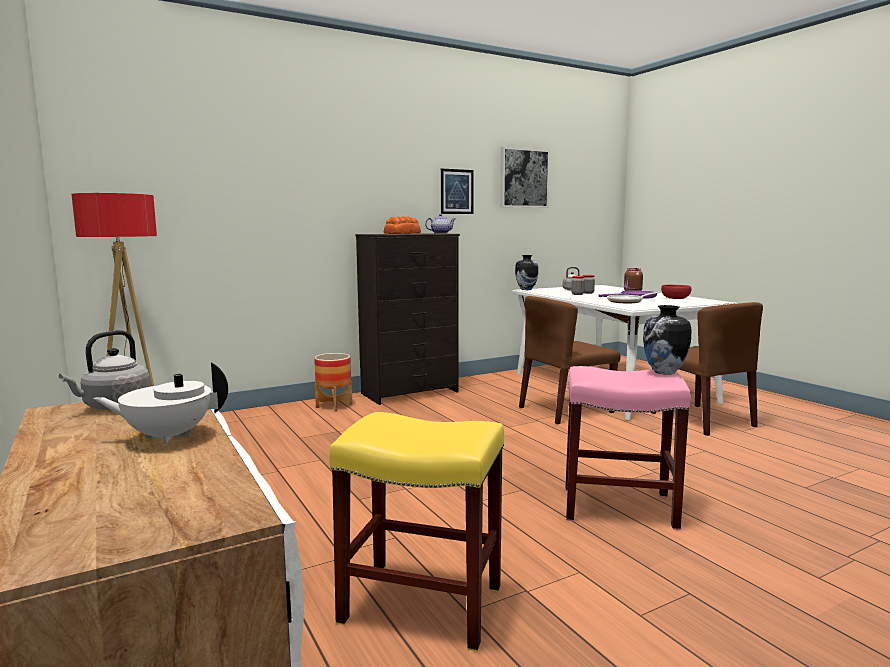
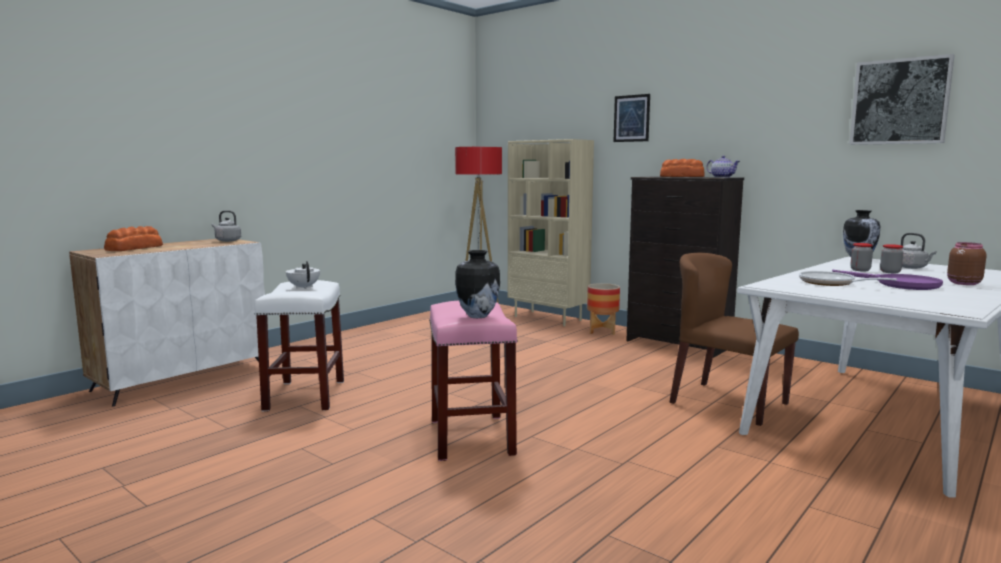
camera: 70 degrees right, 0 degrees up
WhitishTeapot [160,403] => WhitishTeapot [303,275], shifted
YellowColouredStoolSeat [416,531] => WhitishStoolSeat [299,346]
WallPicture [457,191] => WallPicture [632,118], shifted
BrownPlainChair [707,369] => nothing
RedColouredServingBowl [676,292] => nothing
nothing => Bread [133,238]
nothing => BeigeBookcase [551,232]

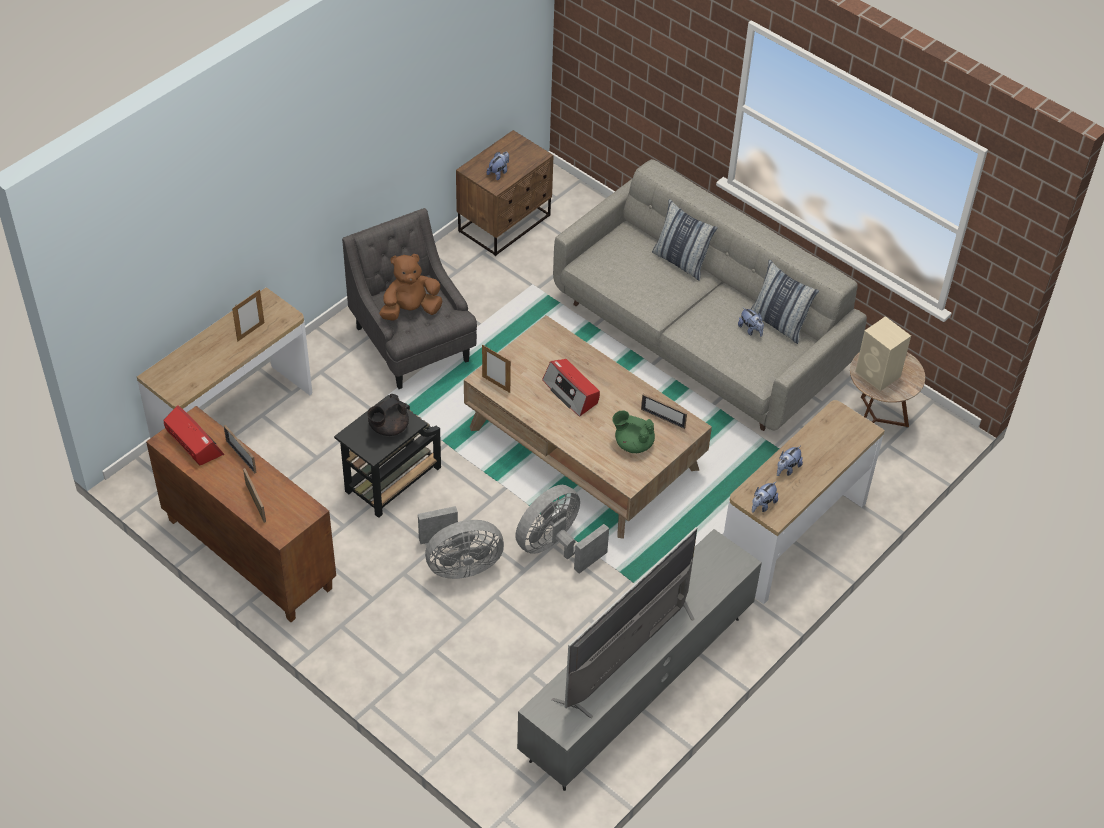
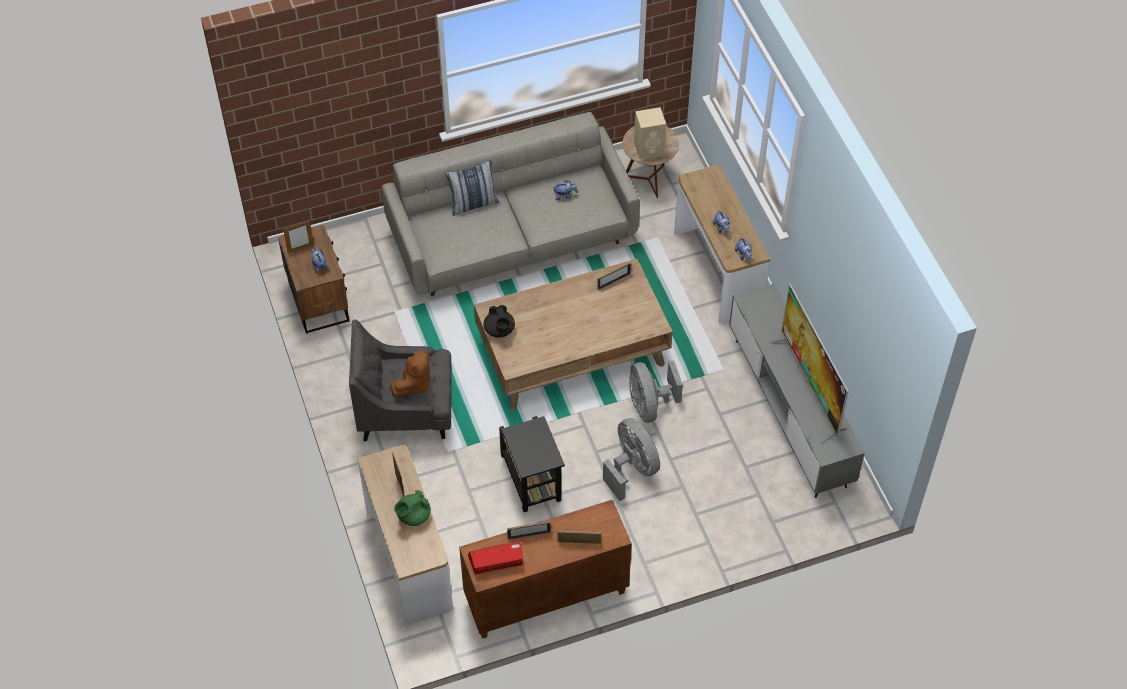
camera: 60 degrees left, 5 degrees up
BlackishTeapot [388,415] => BlackishTeapot [499,321], shifted
BrownPlushToy [410,287] => BrownPlushToy [411,374], 150 degrees counterclockwise
GrayElectricFan [461,542] => GrayElectricFan [631,459], 45 degrees counterclockwise
PictureFrame [496,369] => PictureFrame [298,237], shifted
RadioSet [571,388] => nothing
GreenColouredTeapot [633,431] => GreenColouredTeapot [412,508], shifted
Pillow [784,301] => nothing

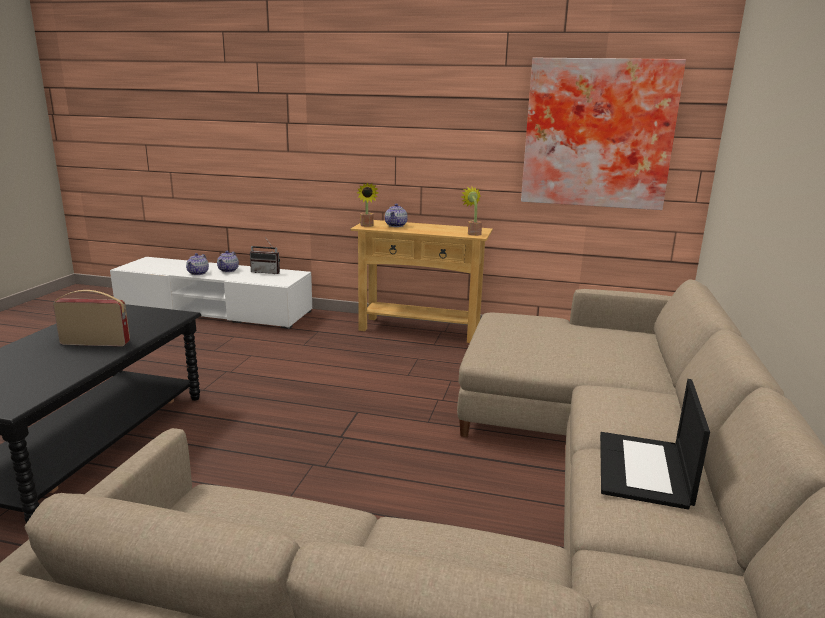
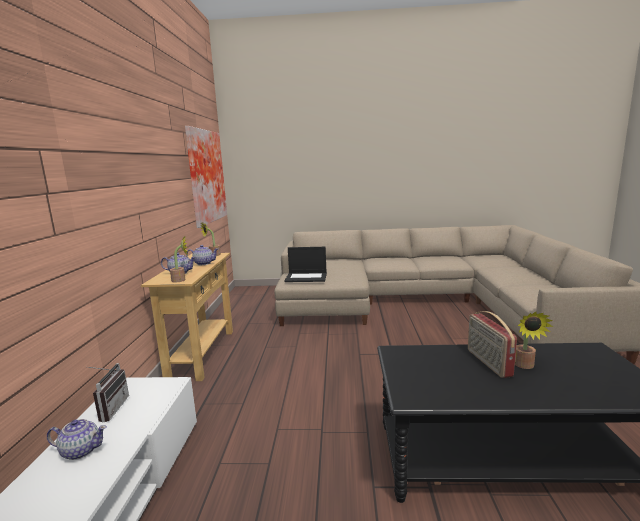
camera: 100 degrees left, 5 degrees down
Teapot [197,264] => Teapot [202,255], shifted
PortableComputer [655,444] => PortableComputer [305,264], shifted
nothing => PlantInAPot [534,340]

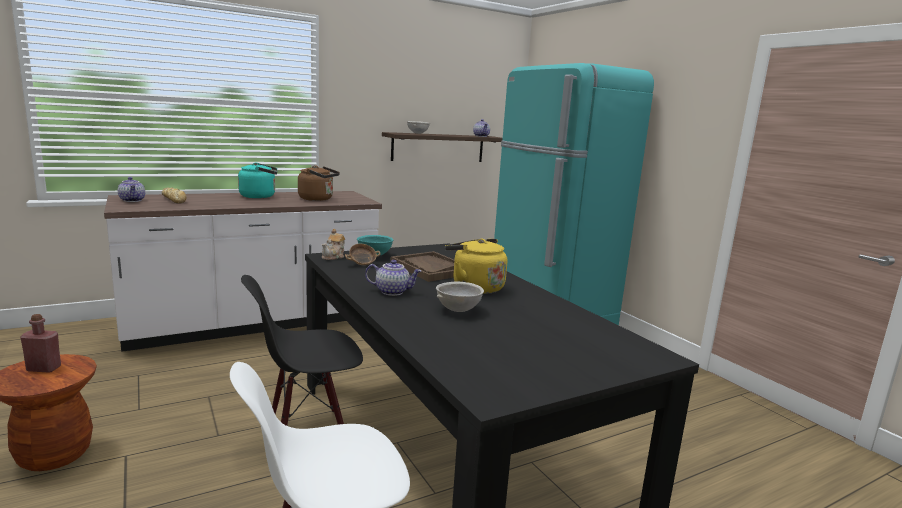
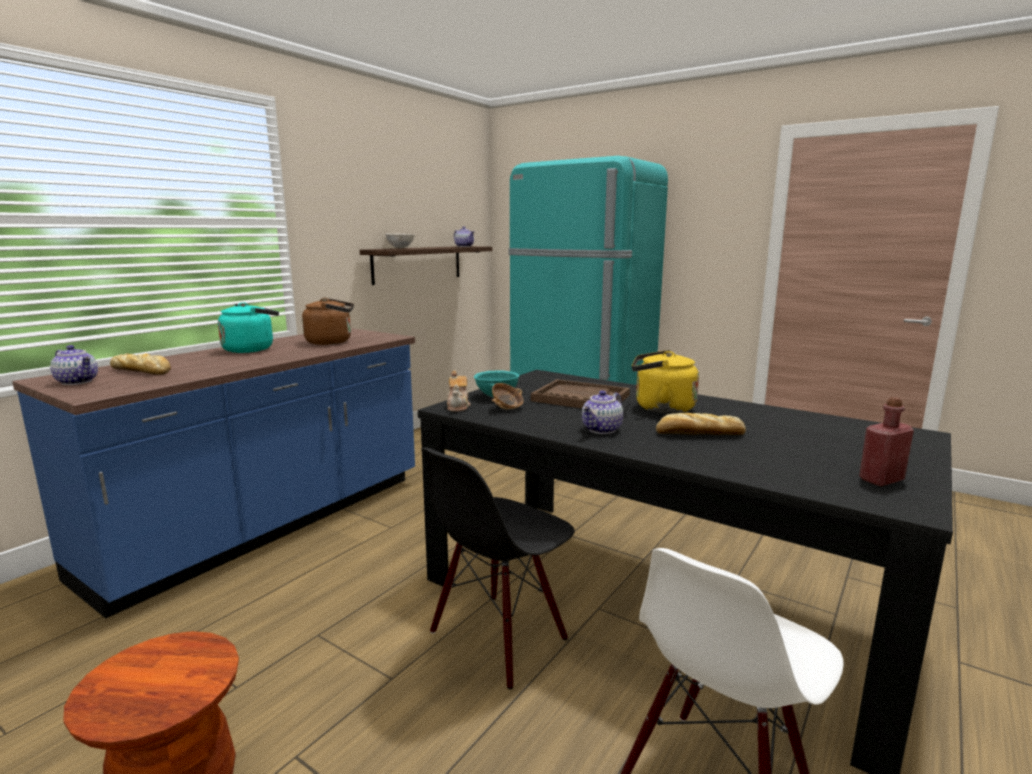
camera: 25 degrees left, 0 degrees up
RedColouredBeverageBottle [40,343] => RedColouredBeverageBottle [886,441], shifted
WhitishKitchenBaseUnit [243,271] => BluishKitchenBaseUnit [213,473]
Teapot [393,278] => Teapot [602,412], 150 degrees clockwise
GrayServingBowl [460,297] => Bread [701,424]

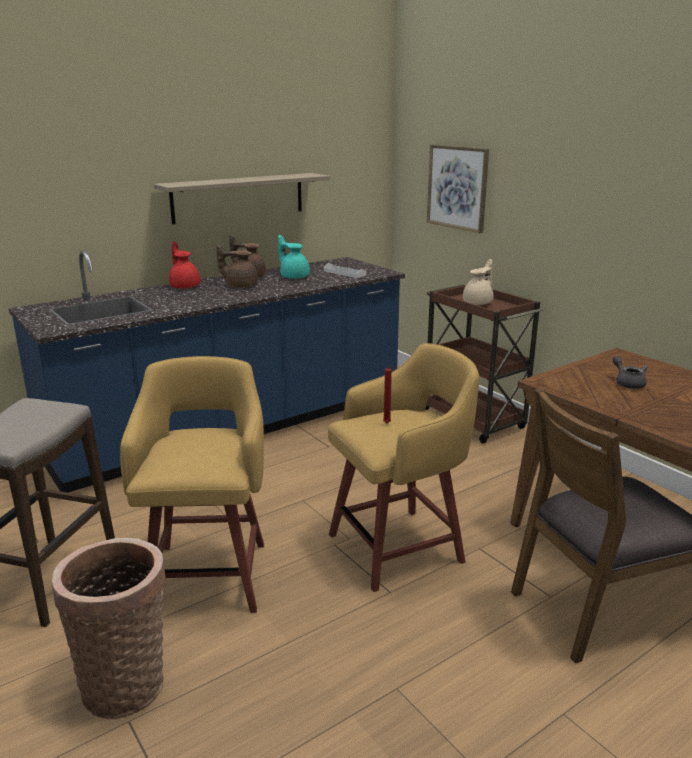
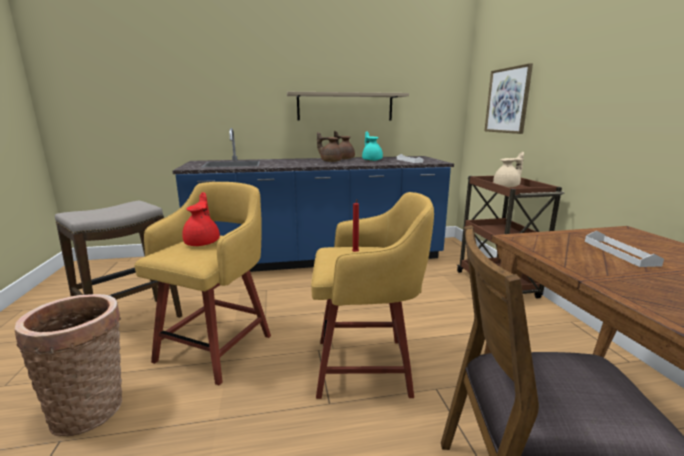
camera: 25 degrees right, 5 degrees down
RedColouredTeapot [185,265] => RedColouredTeapot [201,219], shifted
GrayTeapot [630,372] => WhitishTray [624,249]

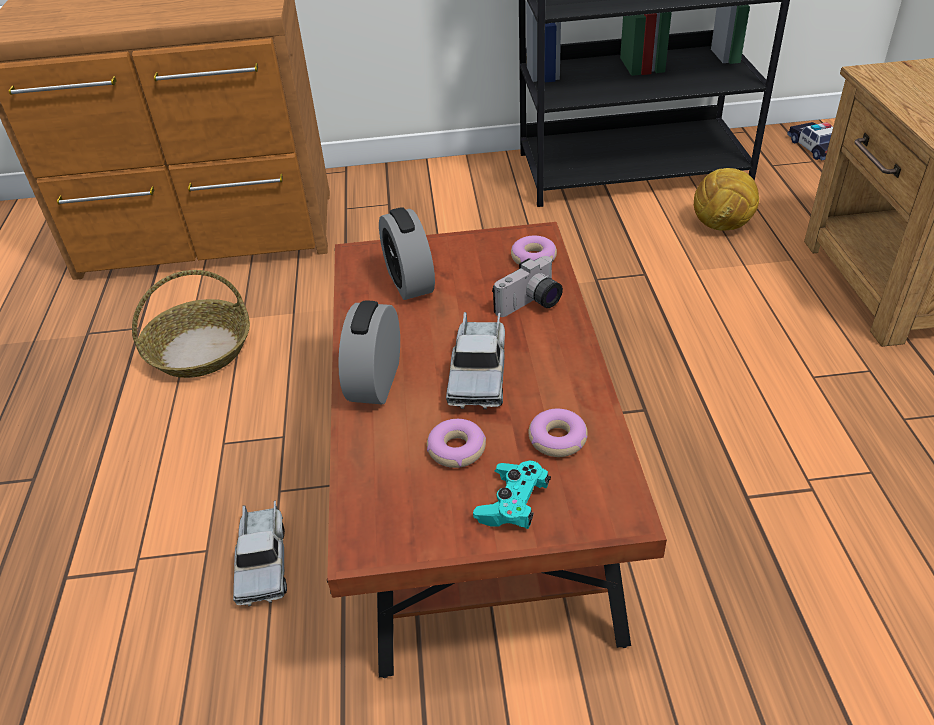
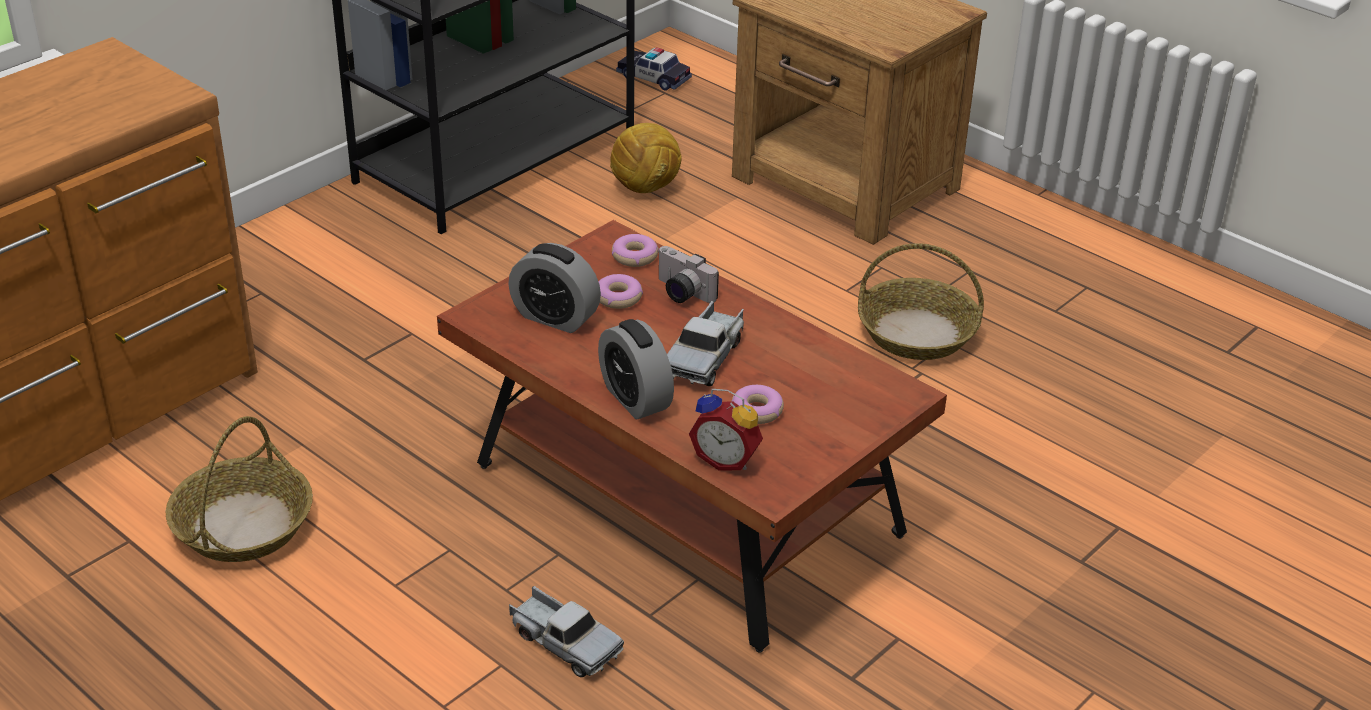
camera: 45 degrees left, 5 degrees down
ToyTruck [475,360] => ToyTruck [705,343], 60 degrees clockwise
TurquoiseColouredGamepad [512,495] => nothing
StillCamera [527,286] => StillCamera [688,274], 120 degrees clockwise
Doughnut [558,433] => Doughnut [620,291], shifted
nothing => BedsideClock [726,430]
nothing => StorageBasket [921,301]

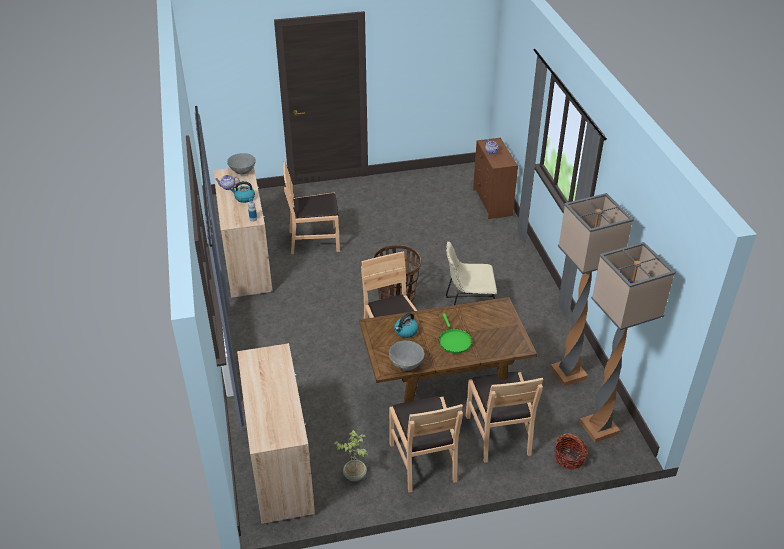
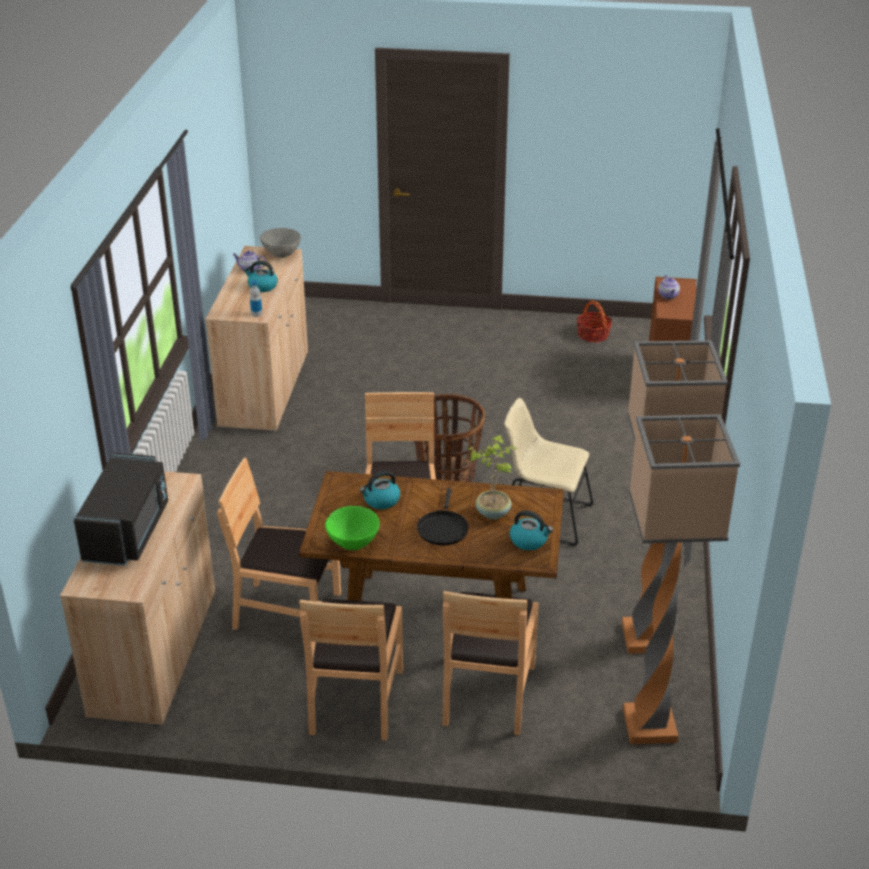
camera: 20 degrees right, 5 degrees down
BrownPlainChair [311,207] => BrownPlainChair [279,544], shifted
PlantInAPot [351,455] => PlantInAPot [492,477], shifted
GrayServingBowl [406,356] => GreenColouredServingBowl [352,528]
GreenColouredFryingPan [455,333] => BlackishFryingPan [443,517]
StorageBasket [571,451] => StorageBasket [594,321], shifted
nothing => BlackishKitchenMicrowave [121,509]
nothing => TeaKettle [531,530]

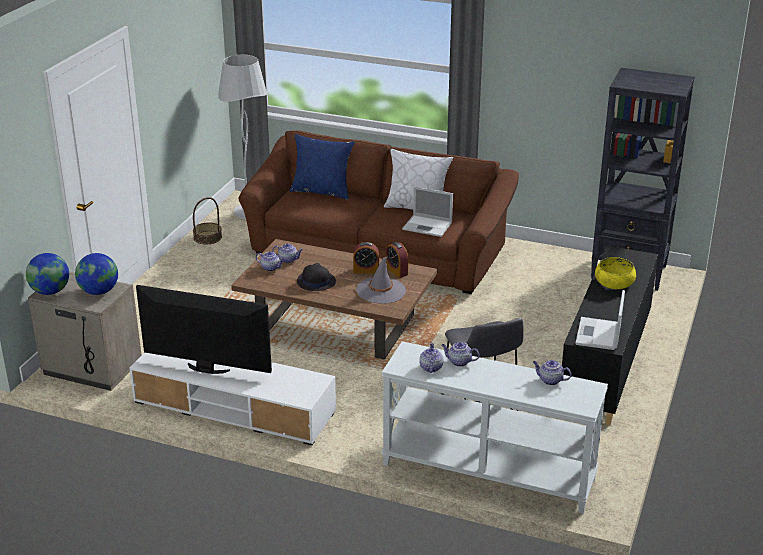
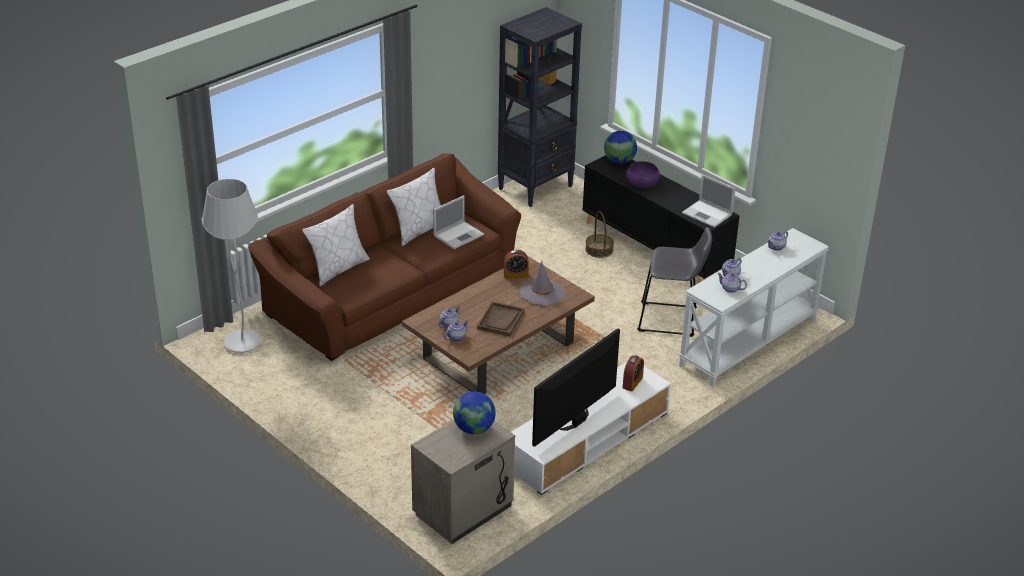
camera: 65 degrees left, 5 degrees up
DeskGlobe [47,274] => DeskGlobe [620,147], shifted
StorageBasket [207,220] => StorageBasket [599,234], shifted
BluishPillow [322,167] => WhitishPillow [336,245]
BlackishHat [316,277] => BrownTray [500,318]
BedsideClock [366,258] => BedsideClock [633,373], shifted
YellowColouredServingBowl [615,273] => PurpleServingBowl [643,174]

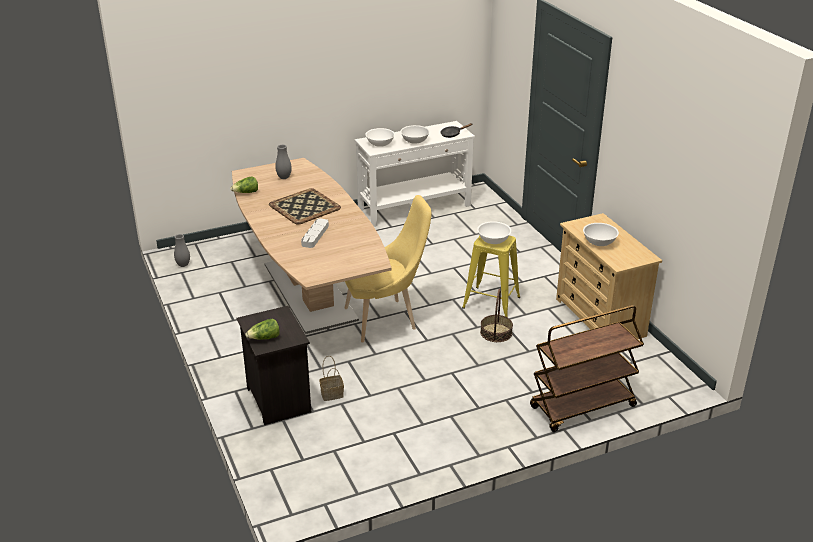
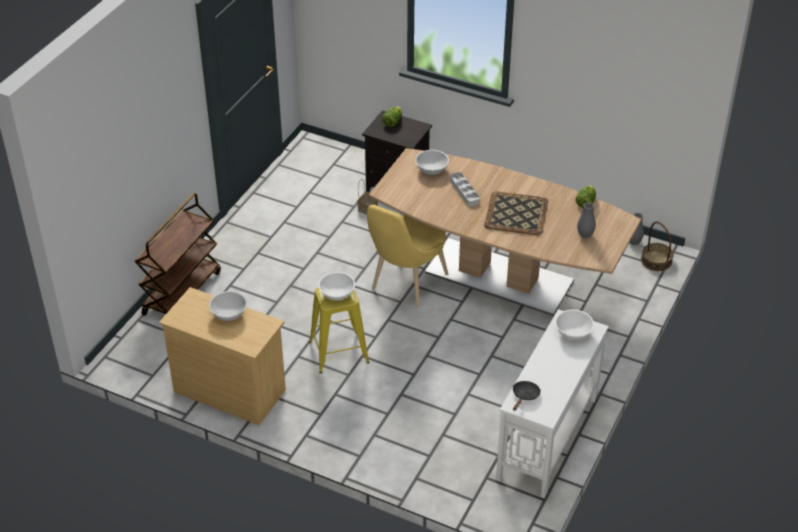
camera: 140 degrees right, 10 degrees up
WhitishServingBowl [415,134] => WhitishServingBowl [432,162], shifted
StorageBasket [496,315] => StorageBasket [657,246], shifted

